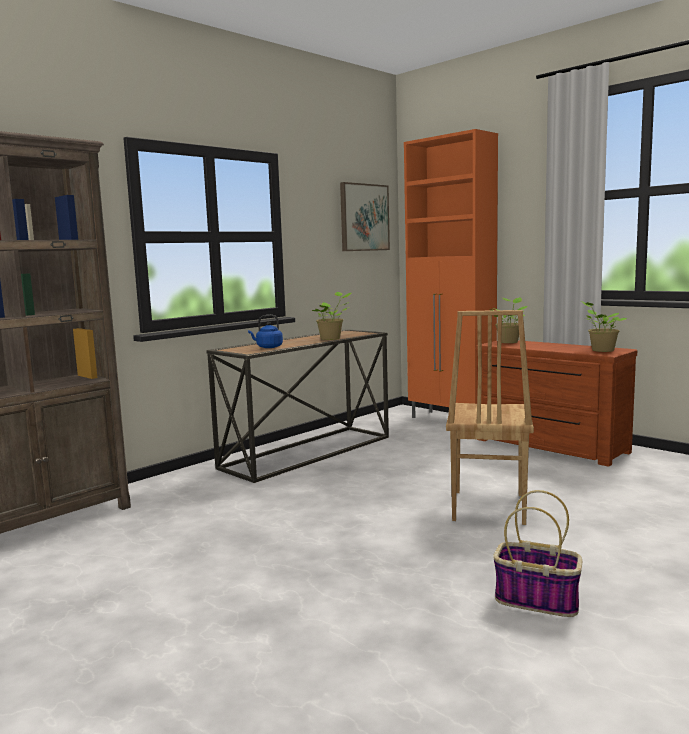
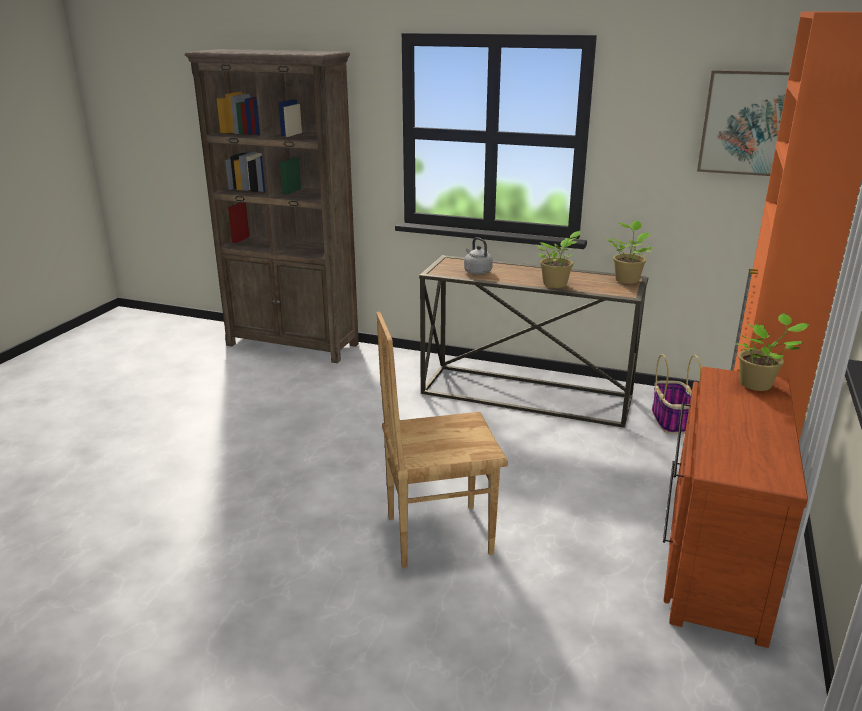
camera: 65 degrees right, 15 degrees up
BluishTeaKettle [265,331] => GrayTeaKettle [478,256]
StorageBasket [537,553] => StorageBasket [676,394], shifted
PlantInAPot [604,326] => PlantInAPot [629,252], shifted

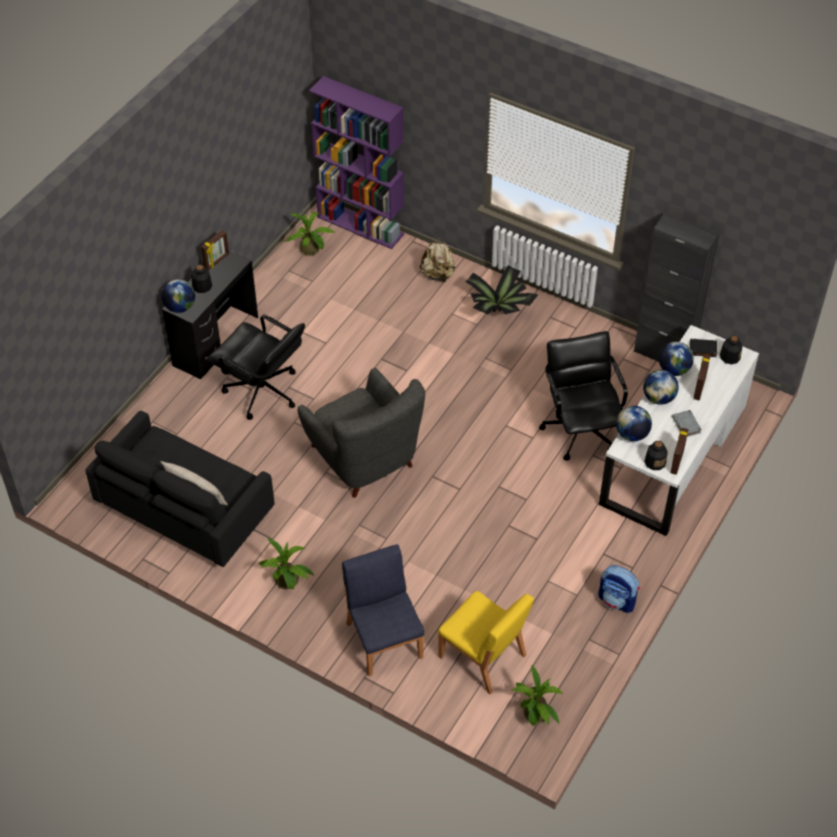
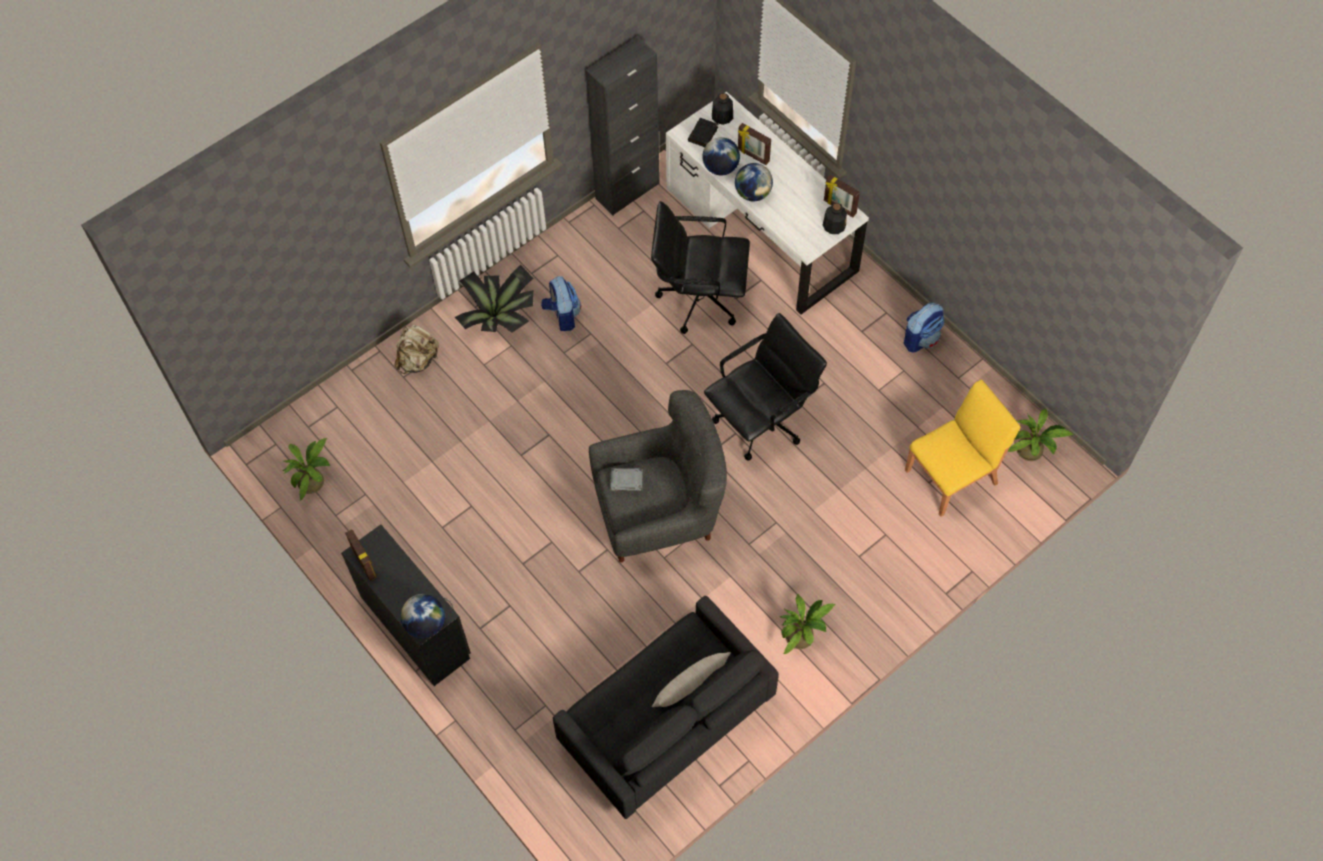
camera: 70 degrees left, 10 degrees up
BeverageBottle [201,279] => nothing
BlackishDeskChair [256,367] => BlackishDeskChair [765,387], shifted
PurpleBookcase [356,162] => nothing
BluishPlainChair [383,610] => nothing
DeskGlobe [634,423] => nothing
GrayBook [687,423] => GrayBook [626,479], shifted
nothing => Rucksack [561,303]

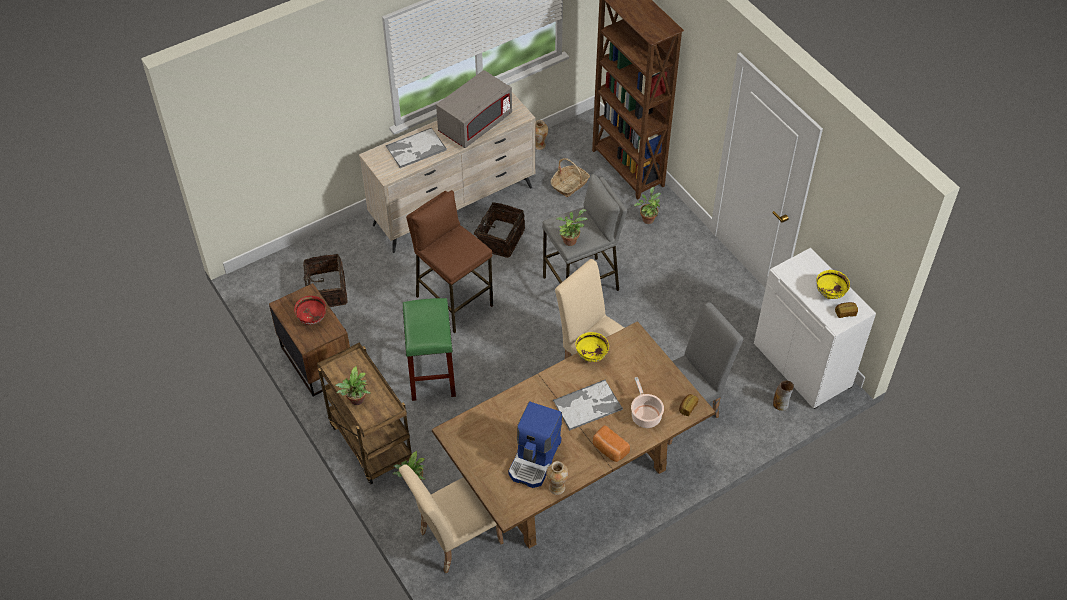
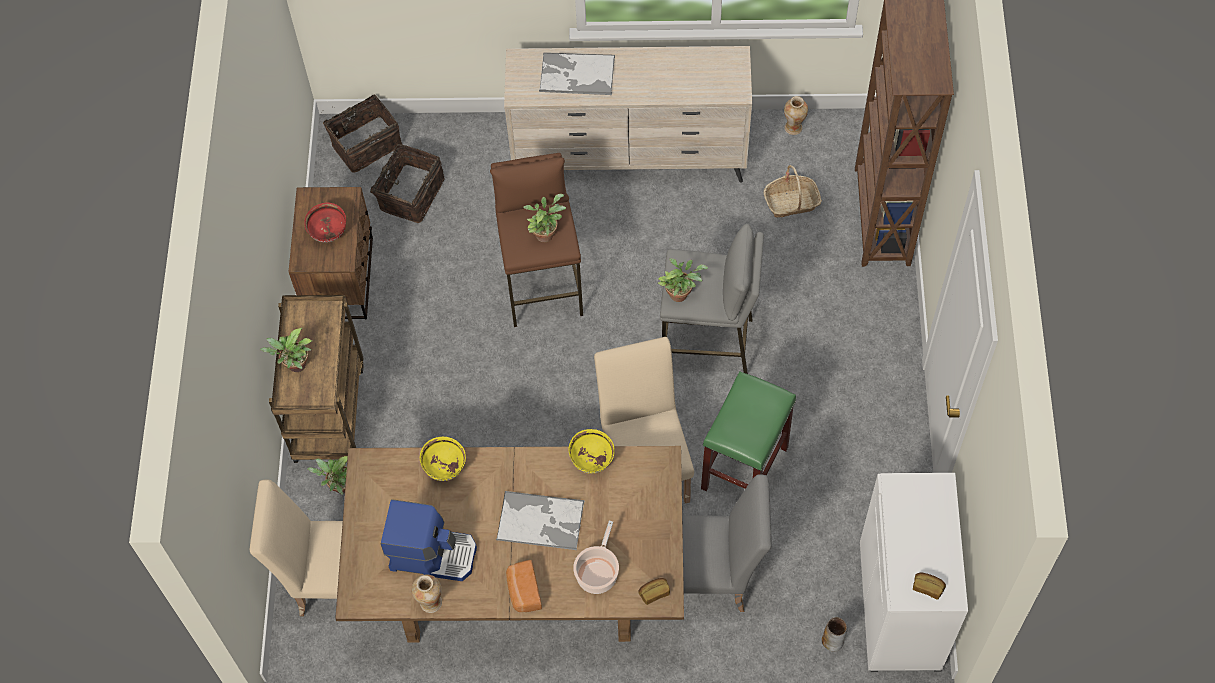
camera: 35 degrees right, 10 degrees up
GreenColouredStoolSeat [429,349] => GreenColouredStoolSeat [748,431], shifted
GrayKitchenMicrowave [474,109] => nothing
StorageBasket [499,230] => StorageBasket [362,133], shifted
CoffeeMachine [535,444] => CoffeeMachine [429,540], 135 degrees counterclockwise
PlantInAPot [647,205] => PlantInAPot [544,218], shifted
YellowColouredServingBowl [833,284] => YellowColouredServingBowl [443,459], shifted

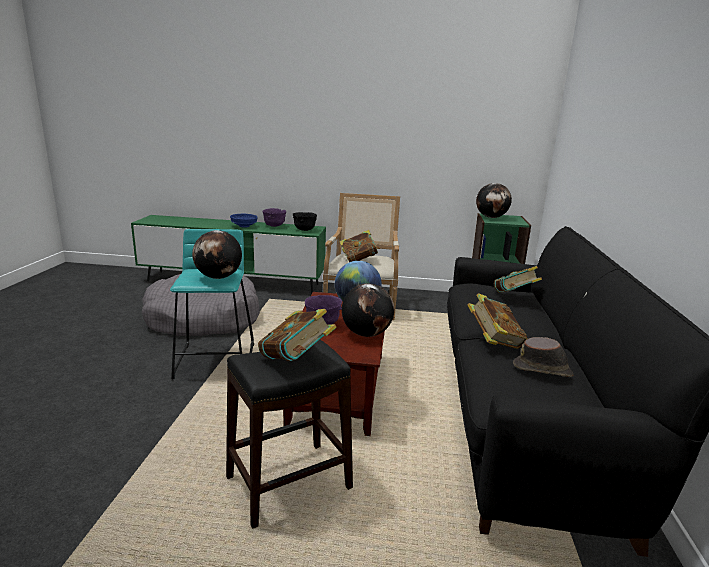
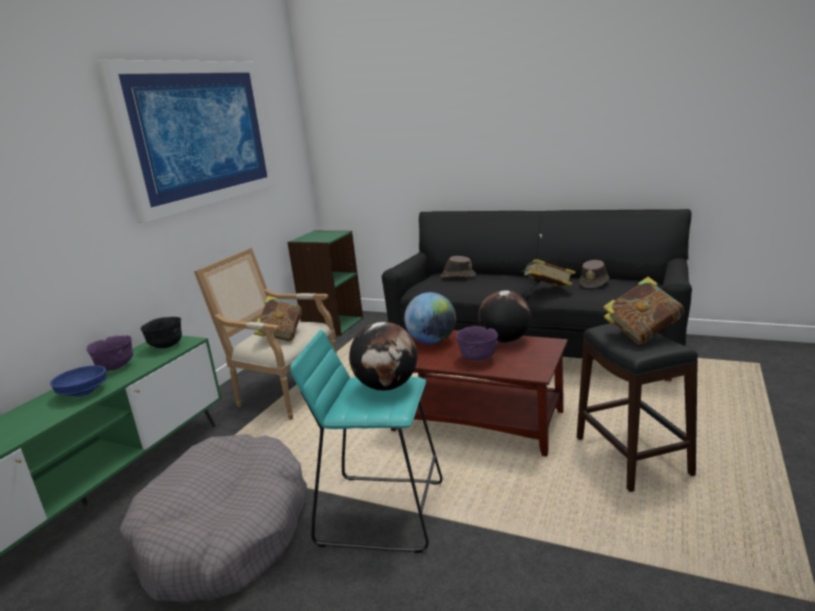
camera: 70 degrees left, 0 degrees up
DeskGlobe [494,200] => nothing
Book [518,279] => BrownHat [458,266]
nothing => WallPicture [186,141]

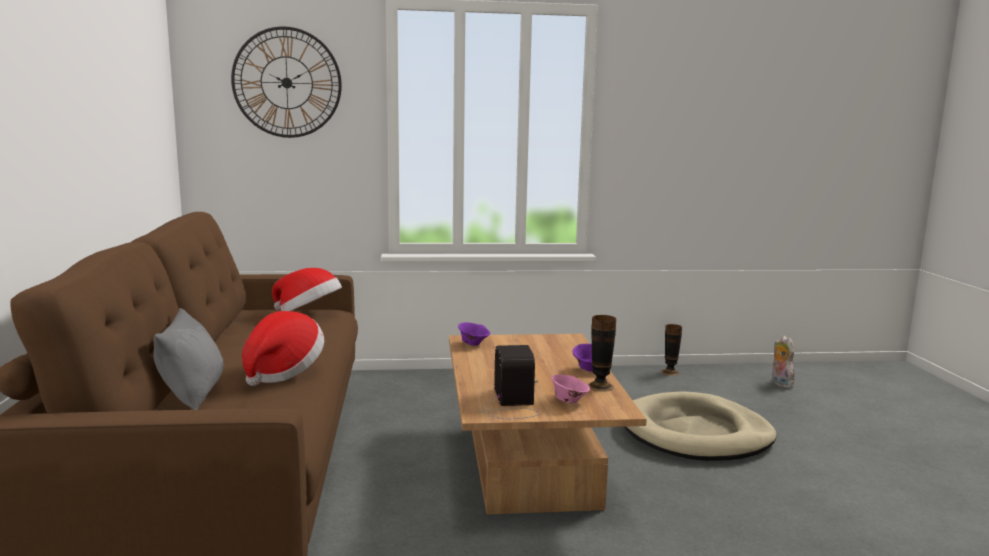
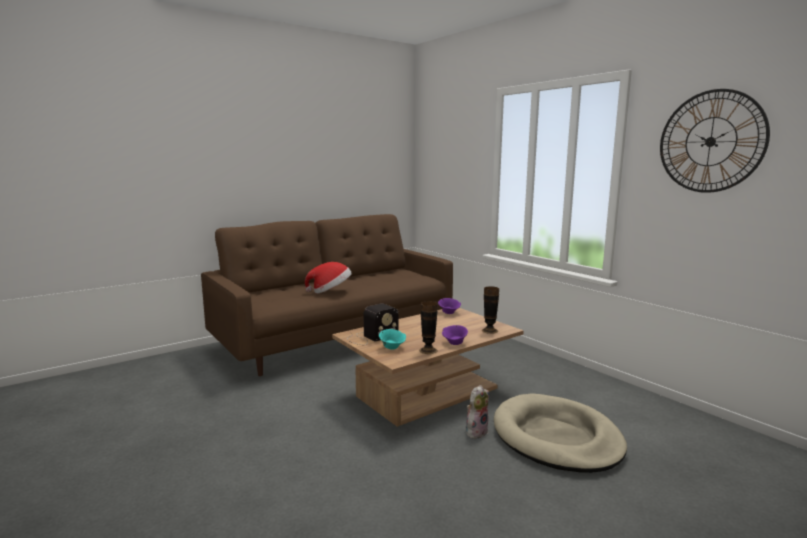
camera: 60 degrees right, 0 degrees up
GrayPillow [188,359] => nothing
WallClock [286,82] => WallClock [715,141], shifted
Hat [307,289] => nothing
PinkColouredServingBowl [571,389] => TurquoiseColouredServingBowl [392,339]
DecorativeVase [671,350] => DecorativeVase [490,310], shifted
PlushToy [783,362] => PlushToy [477,412], shifted

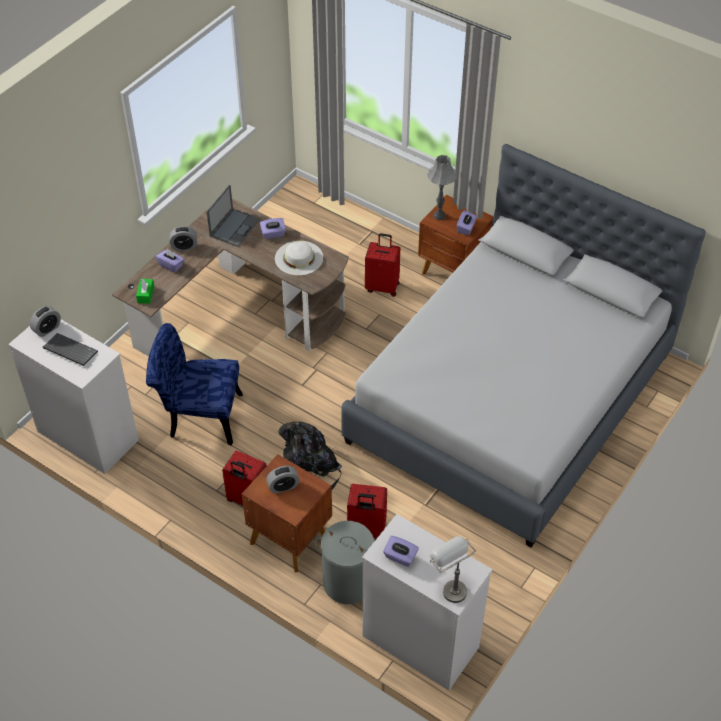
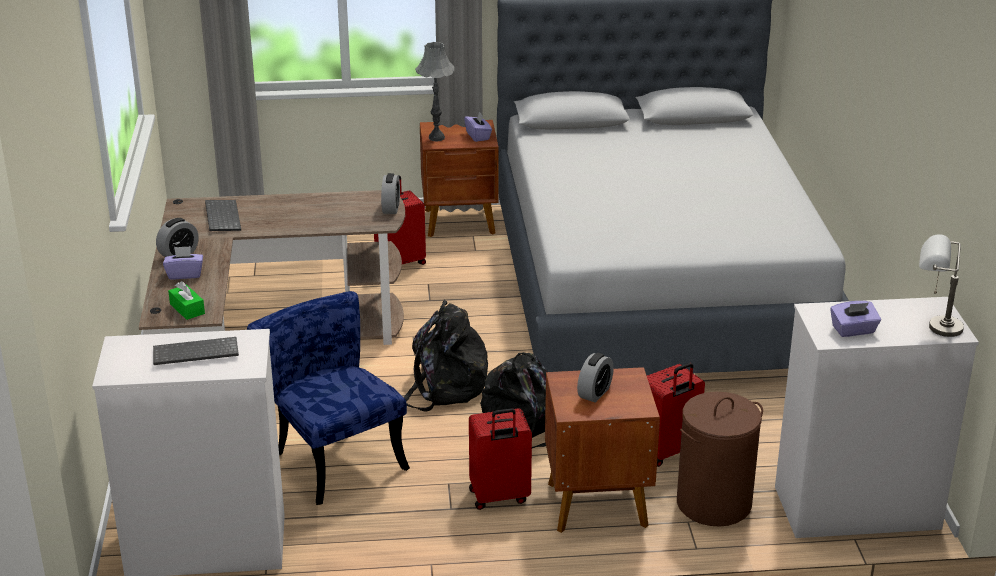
camera: 40 degrees left, 20 degrees down
BedsideClock [45,321] => BedsideClock [390,193], shifted
BluishPlainChair [194,384] => BluishPlainChair [328,398], 90 degrees clockwise
PortableComputer [233,215] => PcKeyboard [223,215]
PurpleTissueHolder [273,228] => nothing
WhitishHat [299,258] => nothing
GrayLaundryBasket [344,562] => BrownLaundryBasket [720,459]
nothing => BlackishRucksack [446,356]

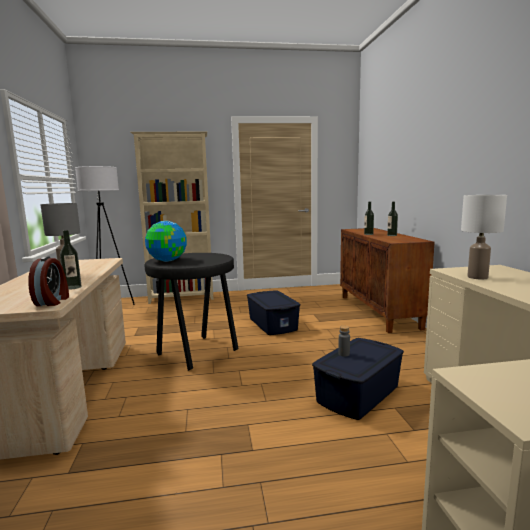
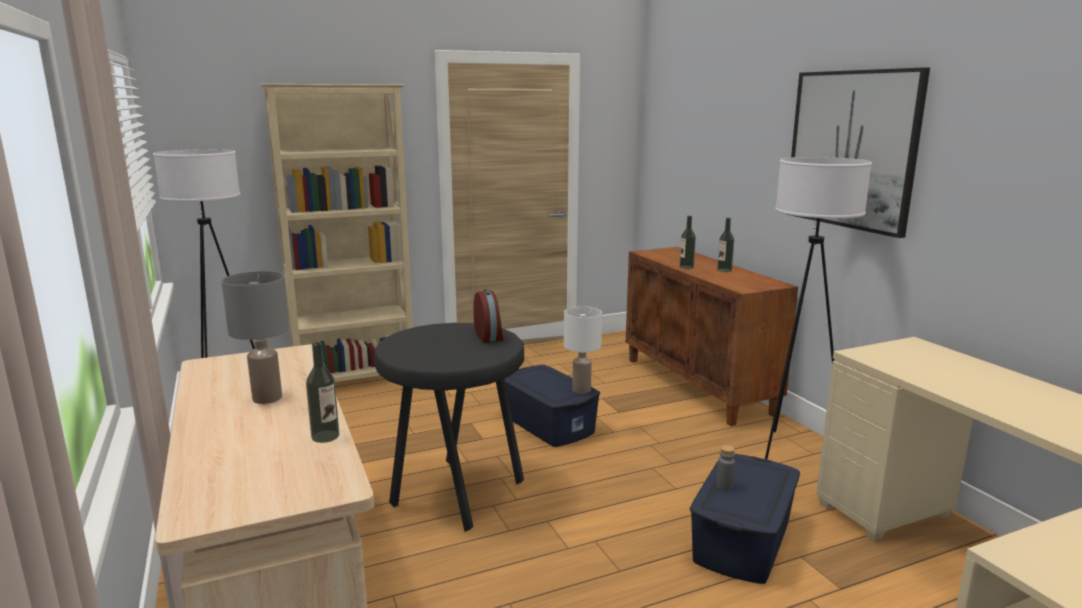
camera: 15 degrees left, 5 degrees up
BedsideClock [48,281] => BedsideClock [488,316], shifted
DeskGlobe [166,241] => nothing
WhitishLampForATable [484,237] => WhitishLampForATable [583,350], shifted
nothing => WhitishFloorLamp [818,308]
nothing => WallPicture [858,152]

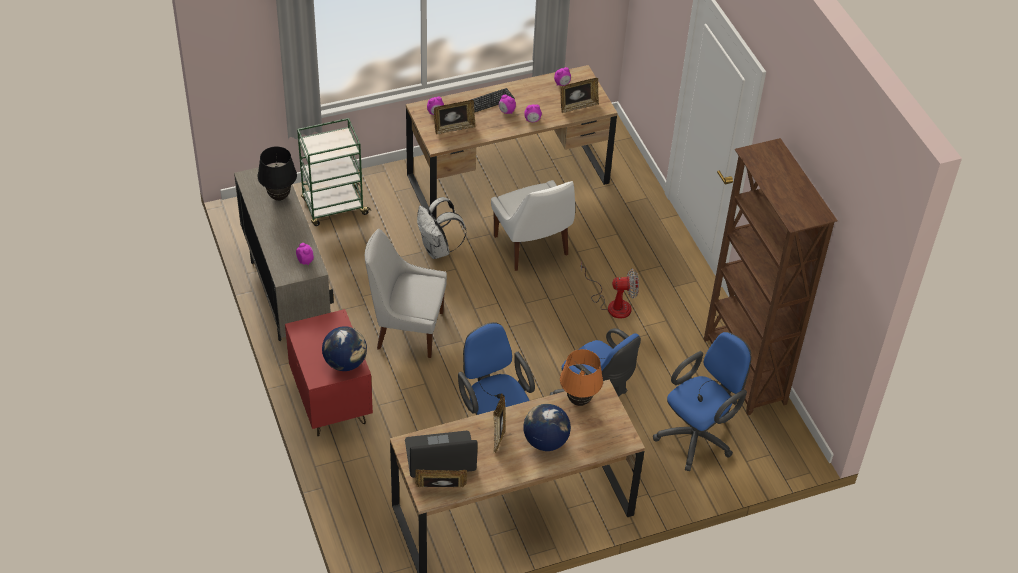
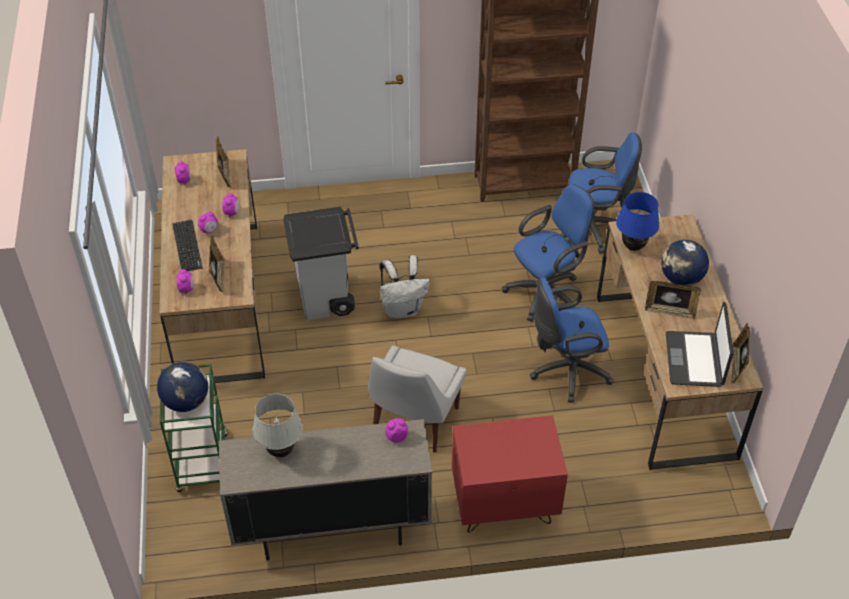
camera: 75 degrees left, 0 degrees up
BlackishLampForATable [277,173] => WhitishLampForATable [278,425]
DeskGlobe [344,348] => DeskGlobe [182,387], shifted
WhitishRucksack [441,228] => WhitishRucksack [405,287], shifted
WhitishPlainChair [533,225] => GrayWasteBin [321,263]
OrangeColouredLampForATable [581,377] => BluishLampForATable [637,221]
ElectricFan [610,290] => nothing
BluishDeskChair [702,401] => BluishDeskChair [601,193], 120 degrees clockwise

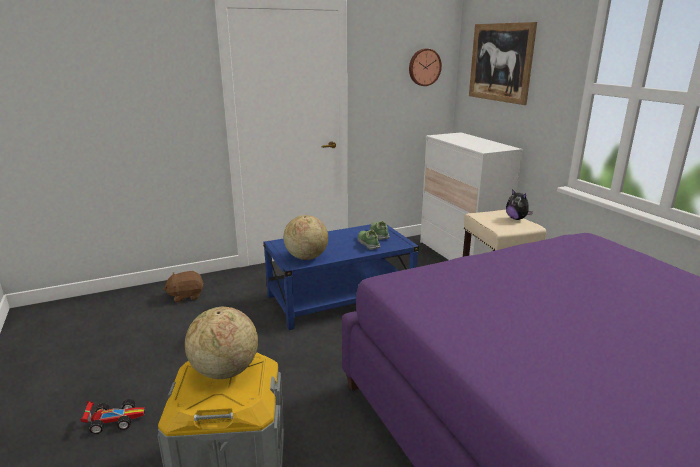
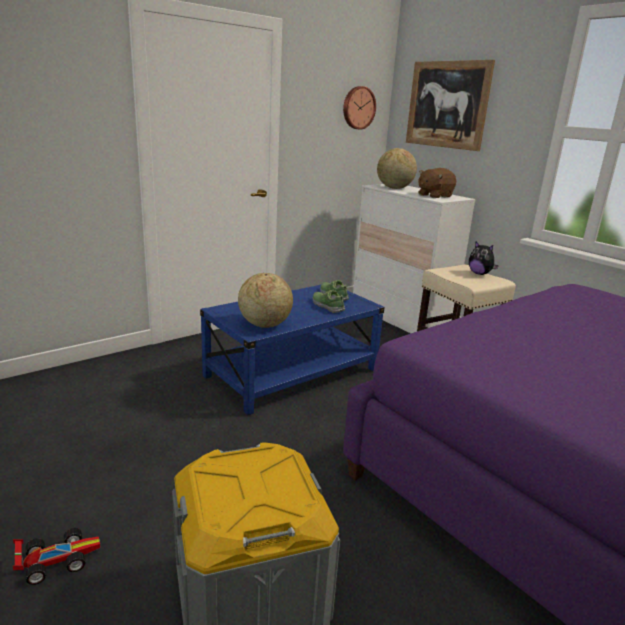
camera: 15 degrees left, 0 degrees up
BrownPlushToy [183,287] => BrownPlushToy [437,183], shifted
DeskGlobe [221,343] => DeskGlobe [397,168], shifted

